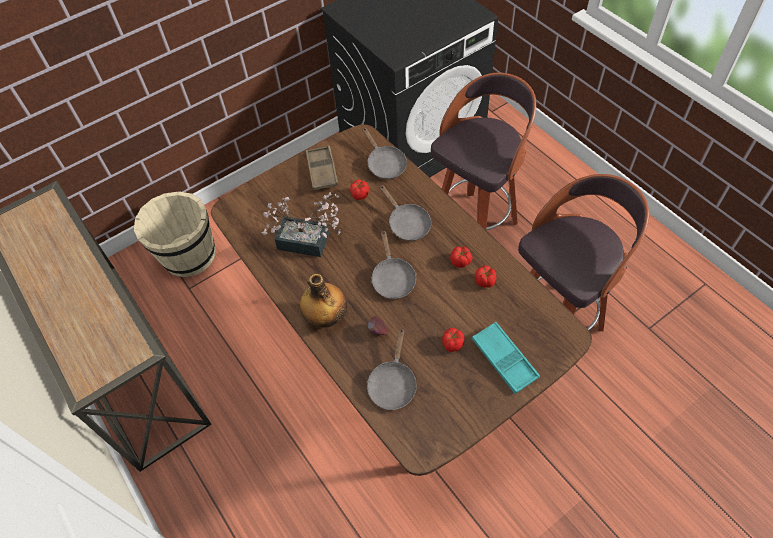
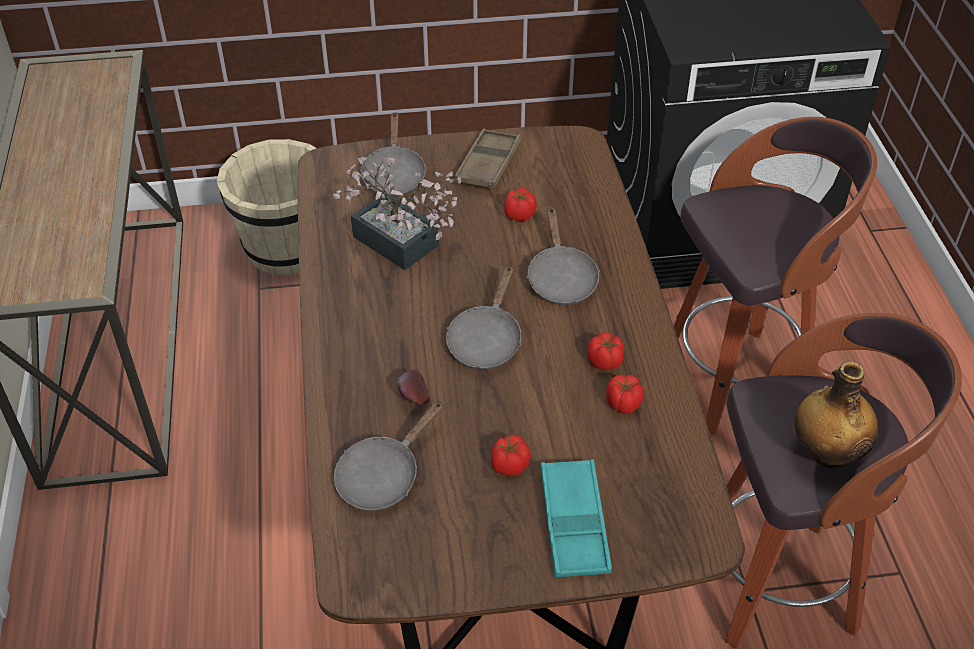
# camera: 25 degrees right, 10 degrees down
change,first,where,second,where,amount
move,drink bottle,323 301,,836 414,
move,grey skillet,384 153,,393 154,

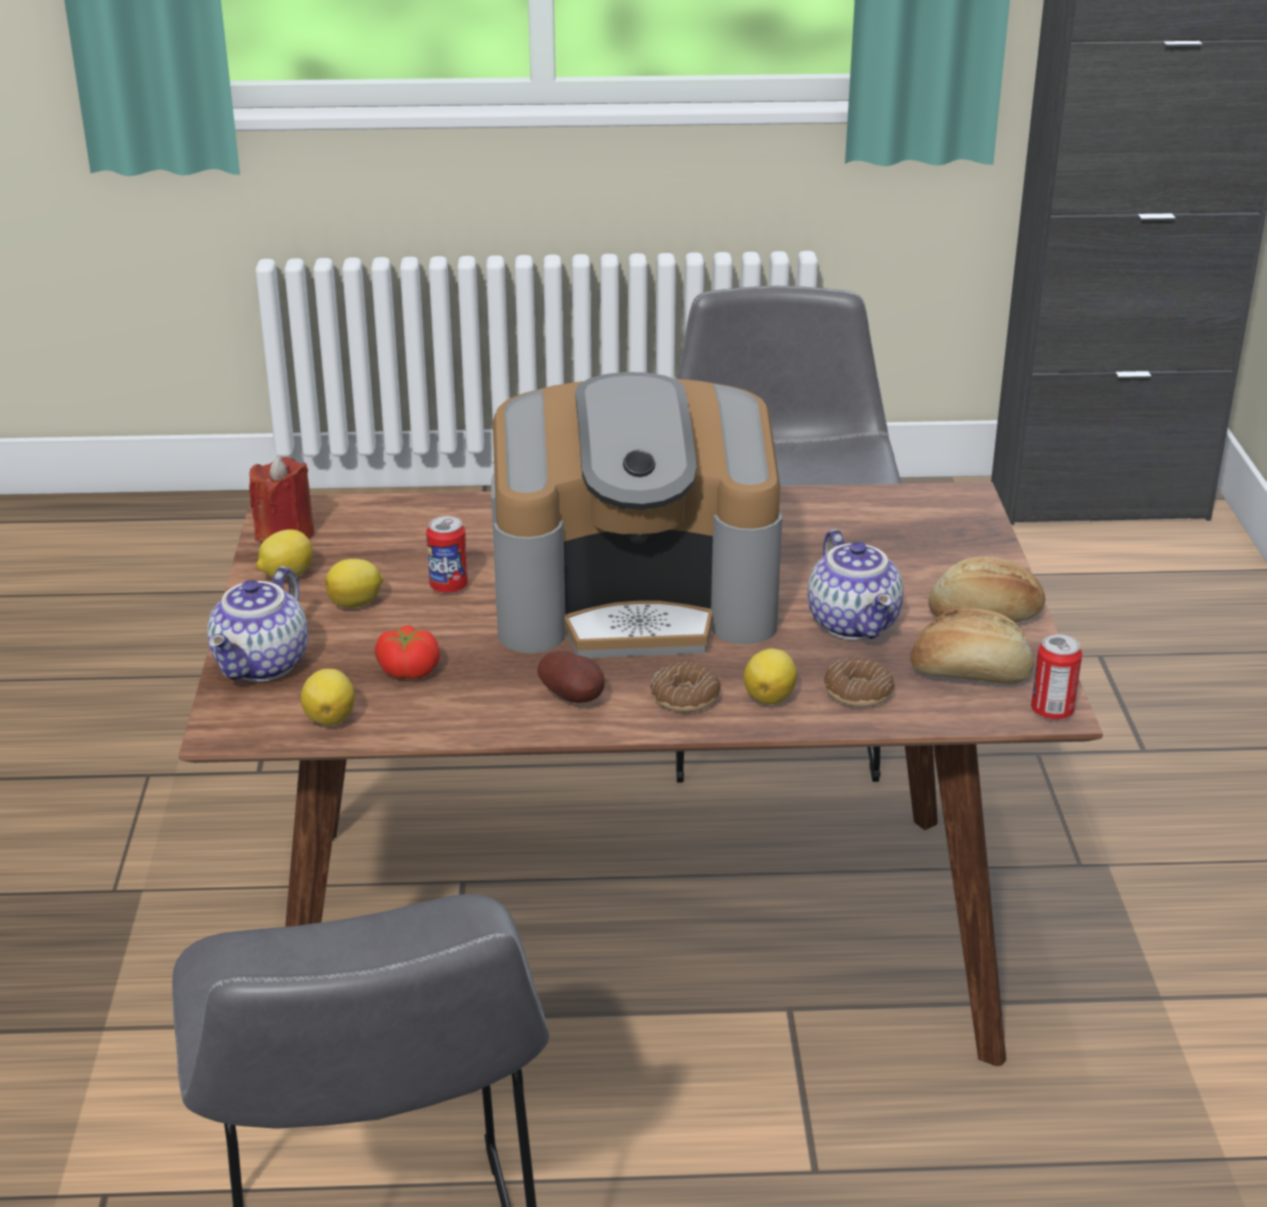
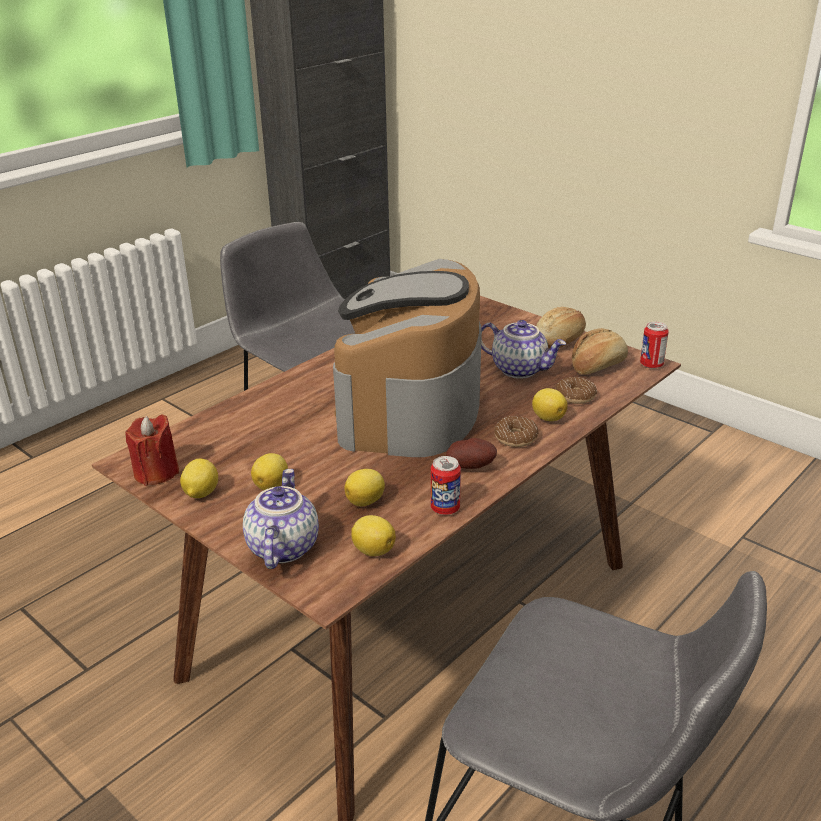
# camera: 45 degrees left, 0 degrees up
change,first,where,second,where,amount
rotate,teapot,257 624,,281 519,150 degrees counterclockwise
replace,fresh tomato,407 652,lemon,364 487,
move,can,447 555,,446 485,
rotate,coffee maker,637 515,,407 358,150 degrees clockwise

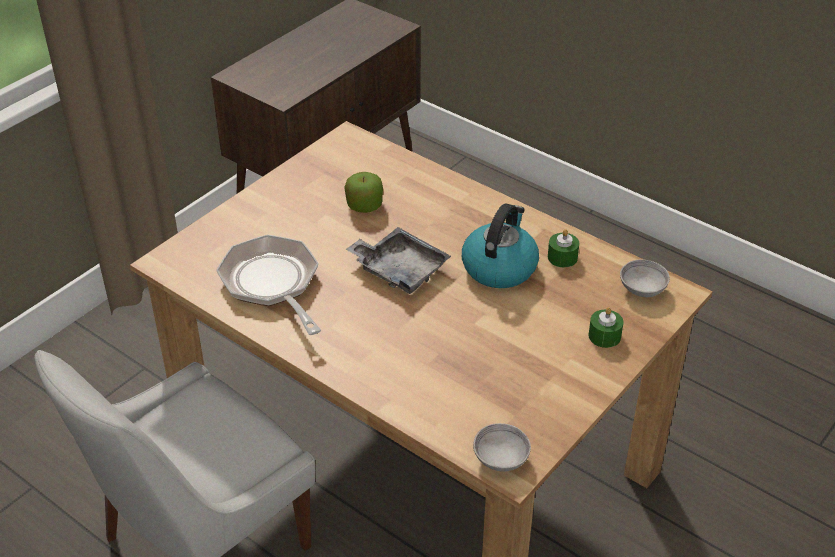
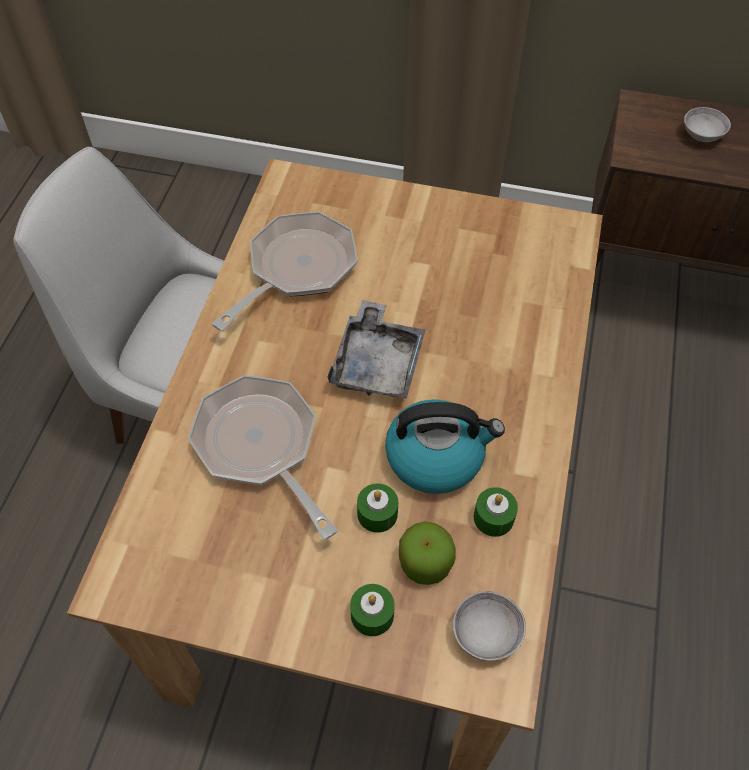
# camera: 65 degrees right, 15 degrees up
change,first,where,second,where,amount
move,whole apple,363 192,,427 553,
move,grey deep dish,502 447,,707 124,
insert,,,skillet,263 457,
insert,,,green candle,377 508,

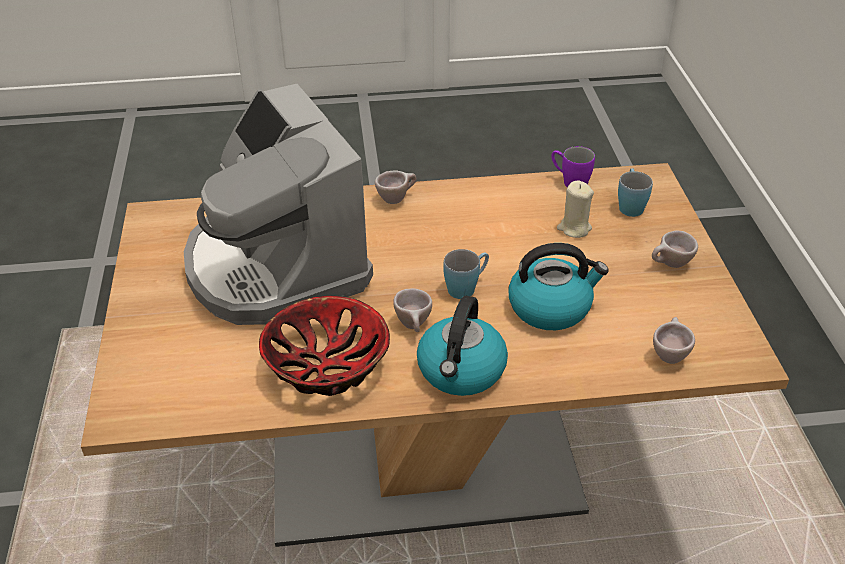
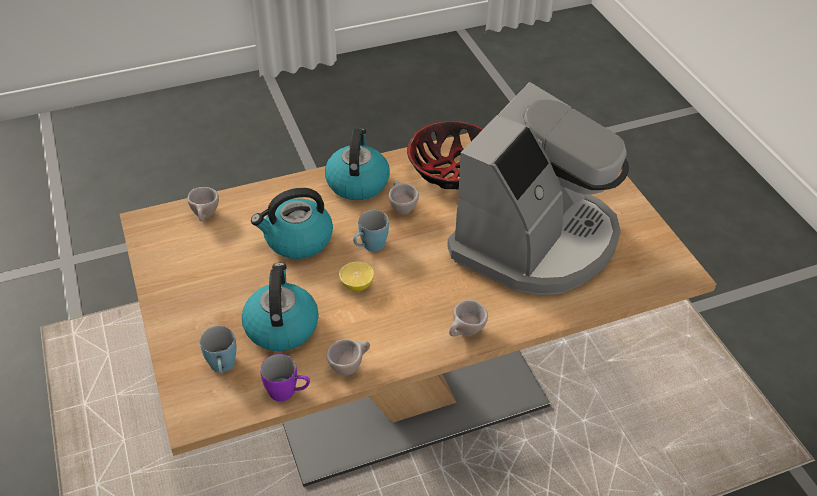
# camera: 165 degrees right, 5 degrees up
change,first,where,second,where,amount
rotate,coffee maker,278 204,,538 188,75 degrees clockwise
replace,sand-coloured candle,575 209,tea kettle,280 307,
move,sand-coloured drinking cup,675 249,,348 357,
insert,,,lemon,356 276,

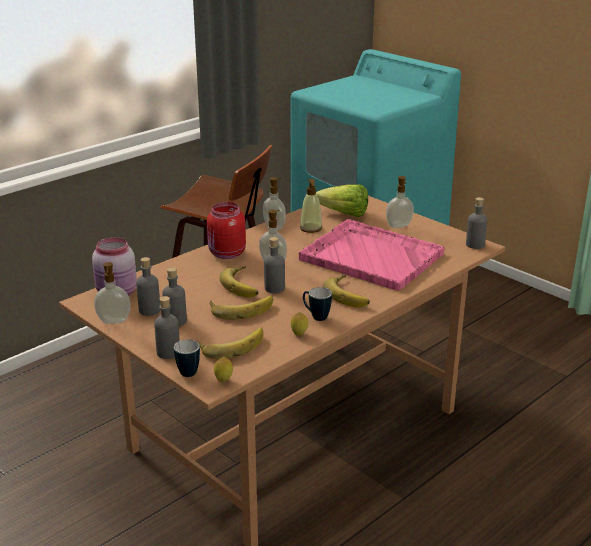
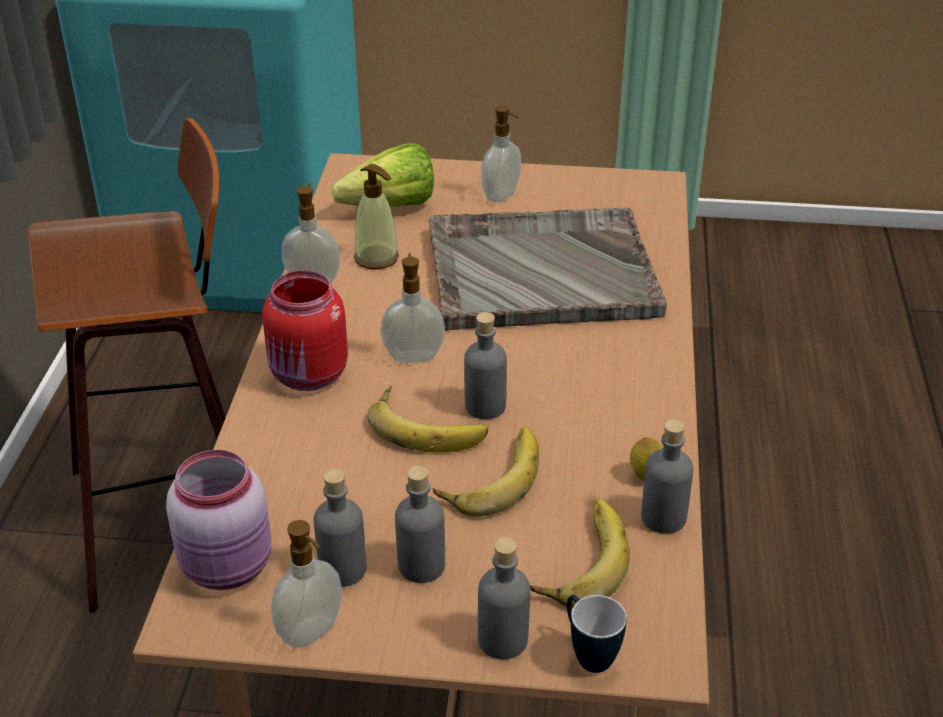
# camera: 40 degrees left, 10 degrees up
change,first,where,second,where,amount
delete,lemon,223 369,,,
recolor,pinkish serving tray,371 255,grey serving tray,548 269,
delete,mug,317 304,,,
delete,whole banana,346 291,,,
move,grey drink bottle,476 223,,667 476,

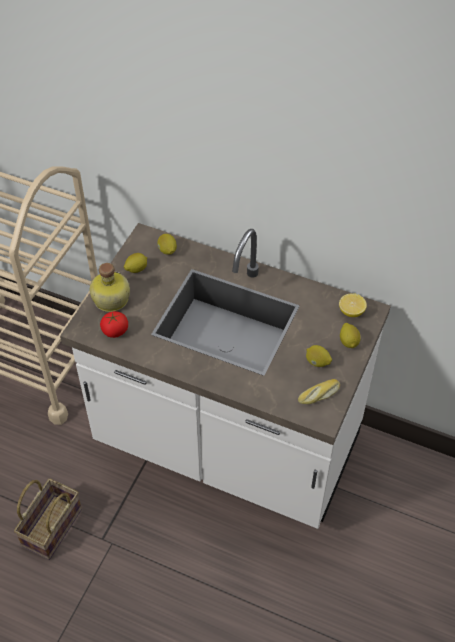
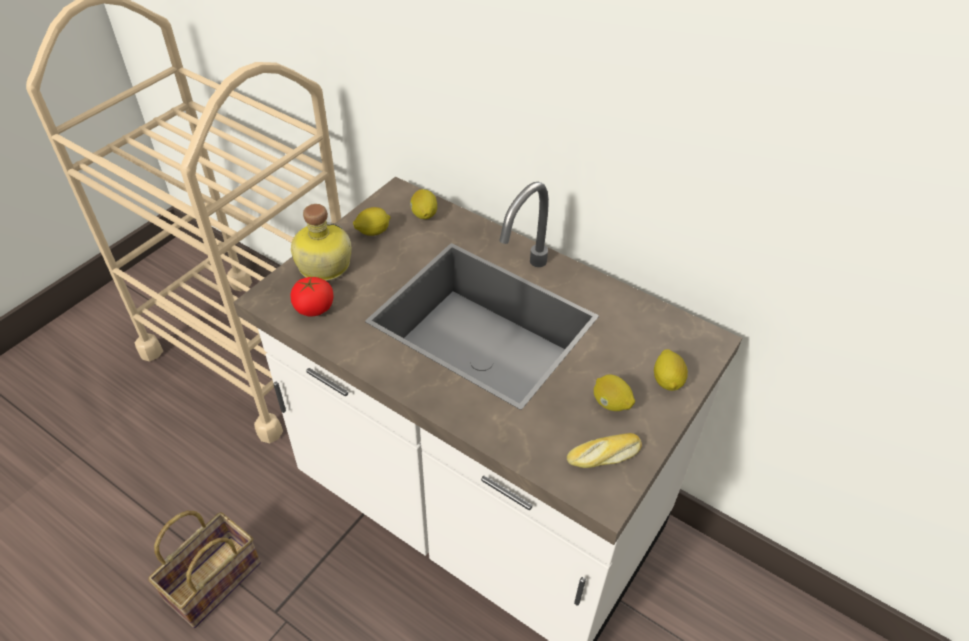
# camera: 10 degrees right, 5 degrees down
change,first,where,second,where,amount
delete,lemon,353 305,,,

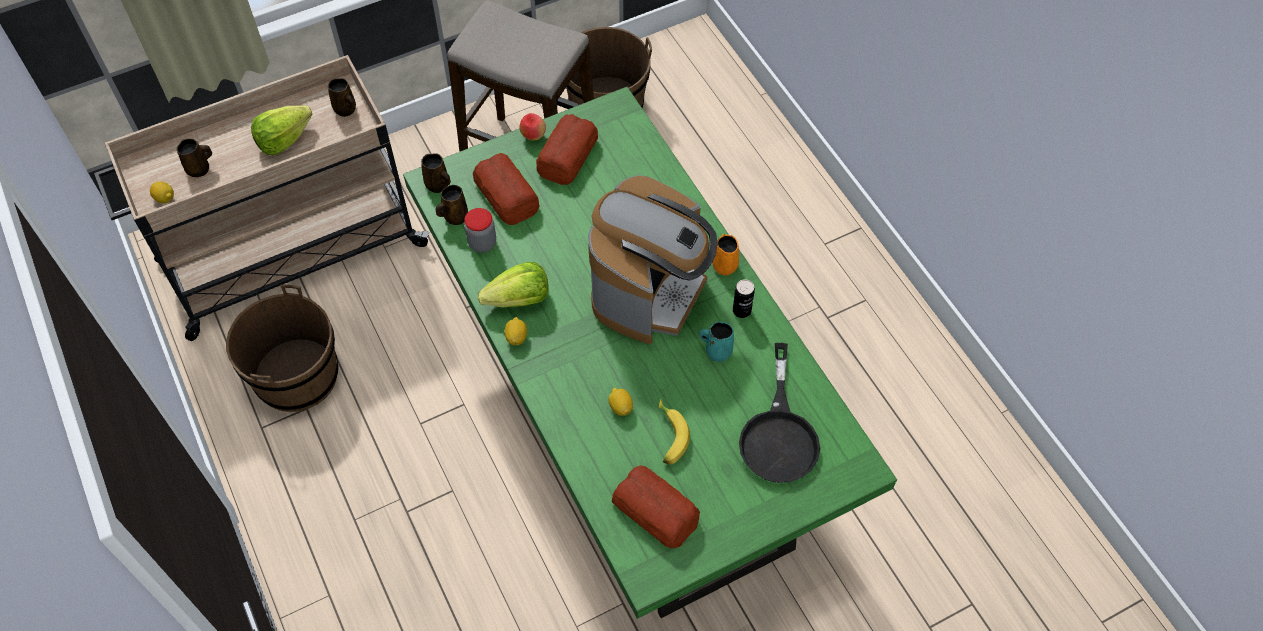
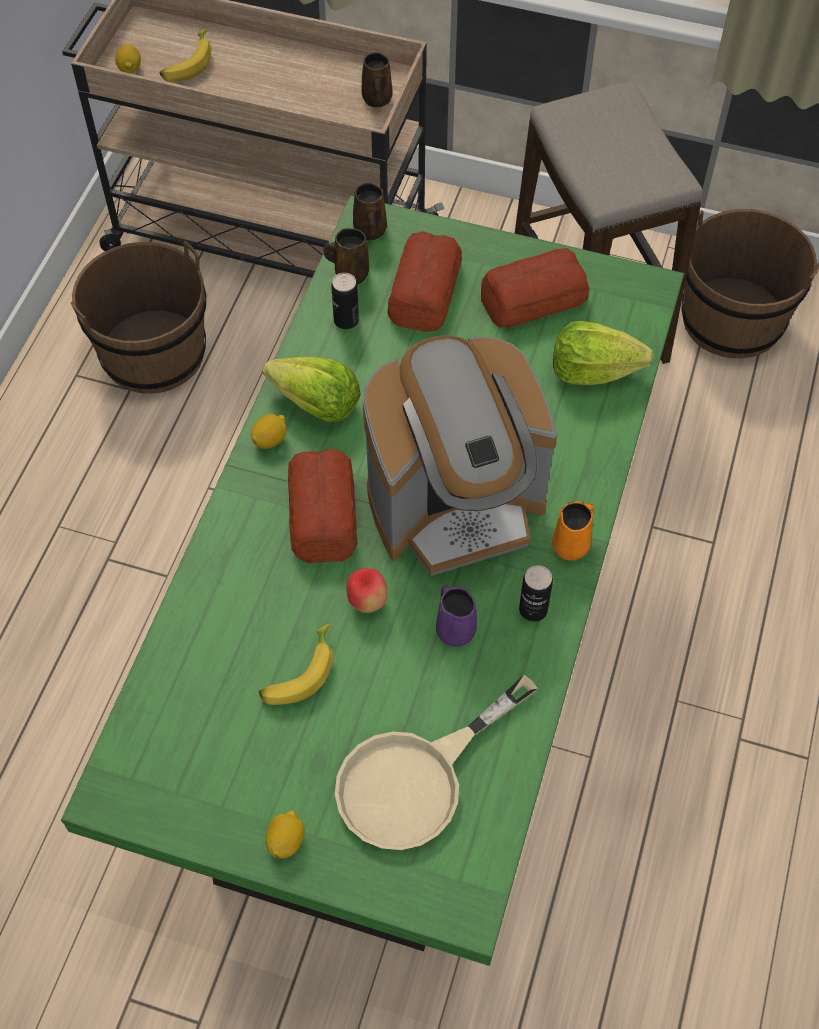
# camera: 45 degrees right, 0 degrees up
change,first,where,second,where,amount
replace,brown mug,194 157,whole banana,186 55,
move,head of lettuce,282 130,,603 353,
replace,storage jar,480 230,can,345 301,
move,whole apple,533 126,,367 590,
move,lemon,621 402,,285 834,
move,baked bread,656 506,,322 506,
recolor,turquoise-coloured mug,716 341,purplish mug,456 616,
recolor,black skillet,779 413,sand-coloured skillet,436 762,

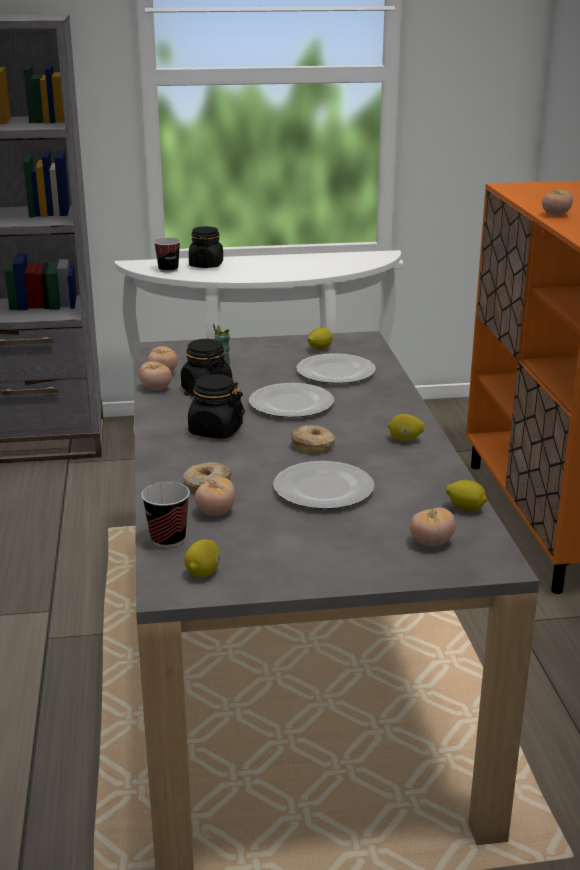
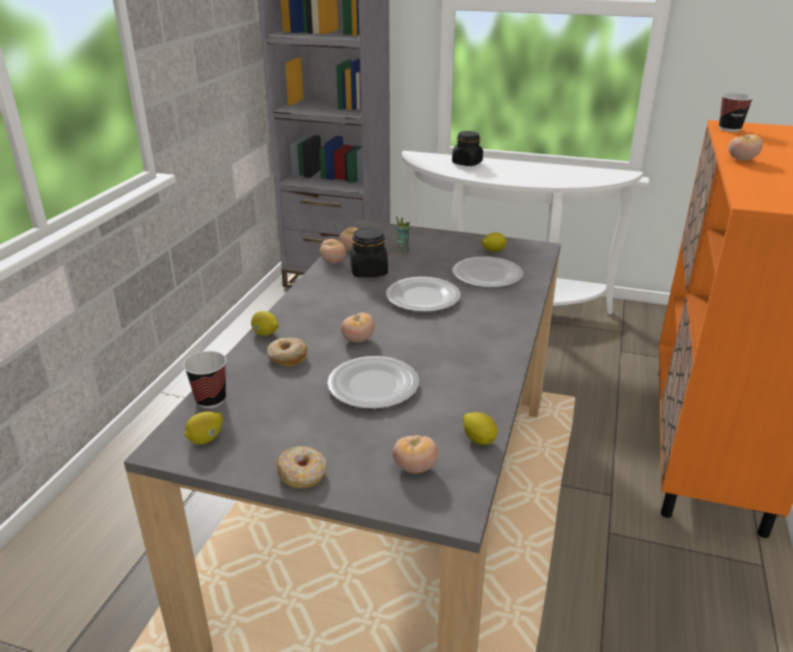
# camera: 25 degrees right, 5 degrees up
change,first,where,second,where,amount
move,drinking cup,167 255,,736 112,
delete,black storage jar,214 406,,,
move,fresh tomato,215 496,,358 327,
move,donut,313 439,,301 467,
move,lemon,406 427,,264 323,

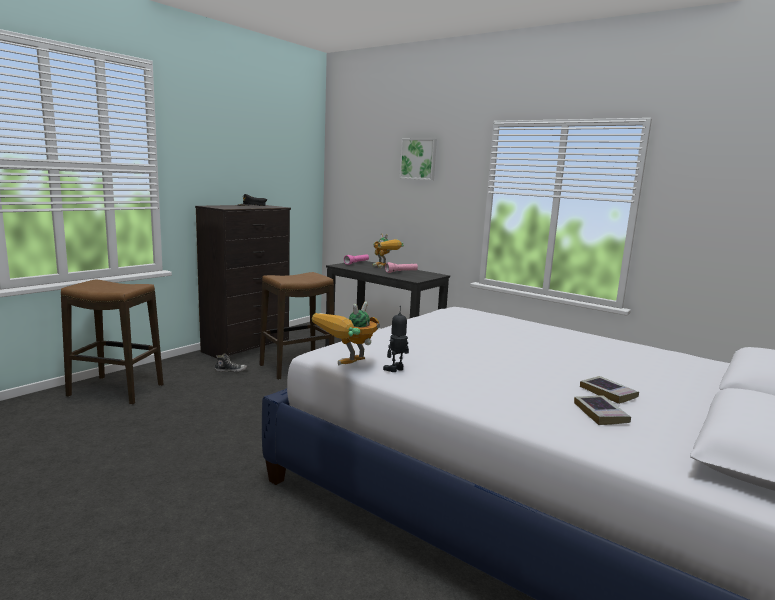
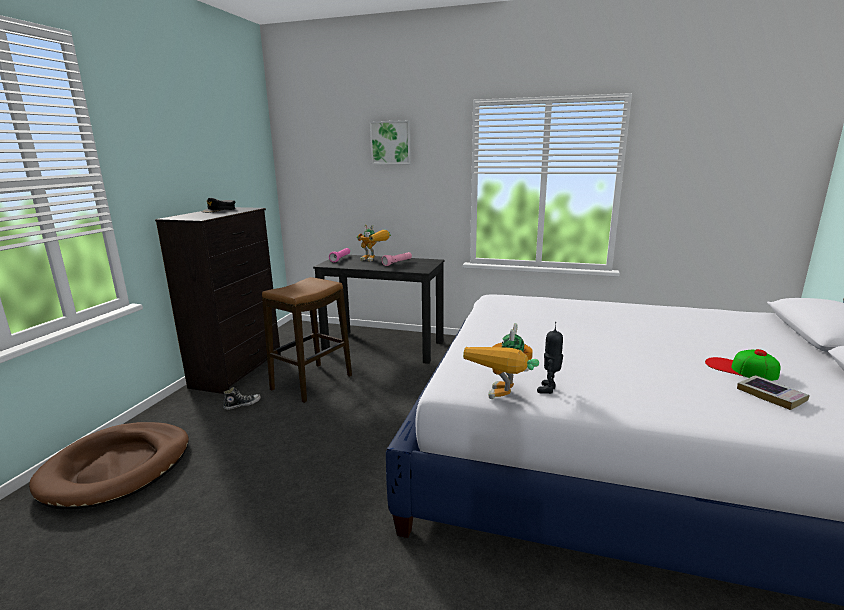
# camera: 20 degrees left, 5 degrees up
change,first,where,second,where,amount
replace,sitting stool,112 342,brown dog bed,109 465,
replace,book,609 390,cap,742 365,

